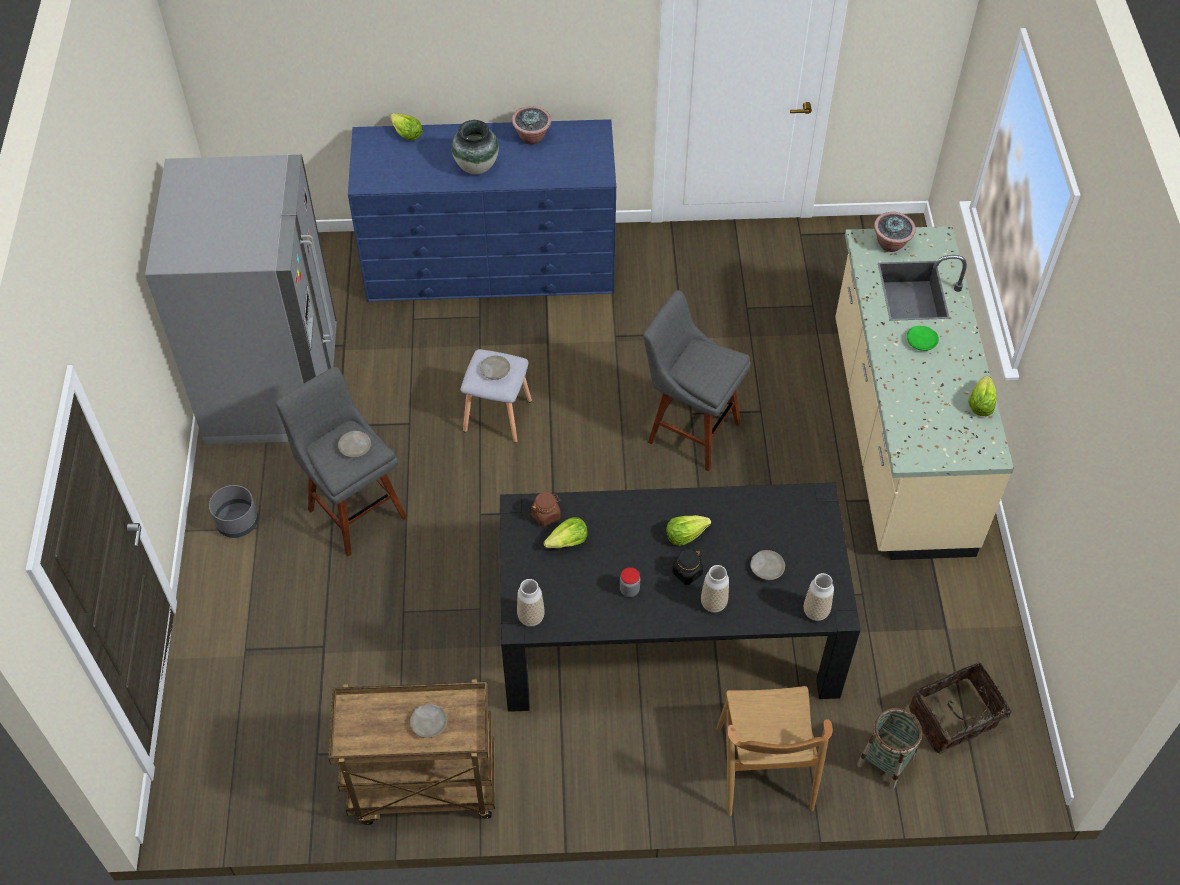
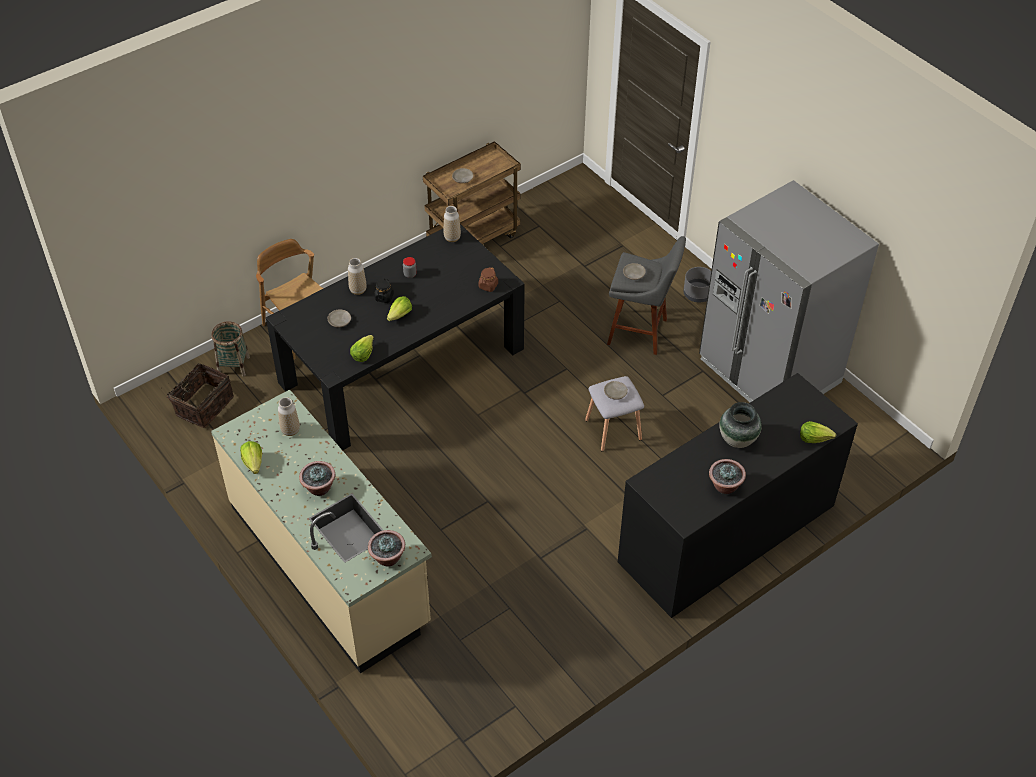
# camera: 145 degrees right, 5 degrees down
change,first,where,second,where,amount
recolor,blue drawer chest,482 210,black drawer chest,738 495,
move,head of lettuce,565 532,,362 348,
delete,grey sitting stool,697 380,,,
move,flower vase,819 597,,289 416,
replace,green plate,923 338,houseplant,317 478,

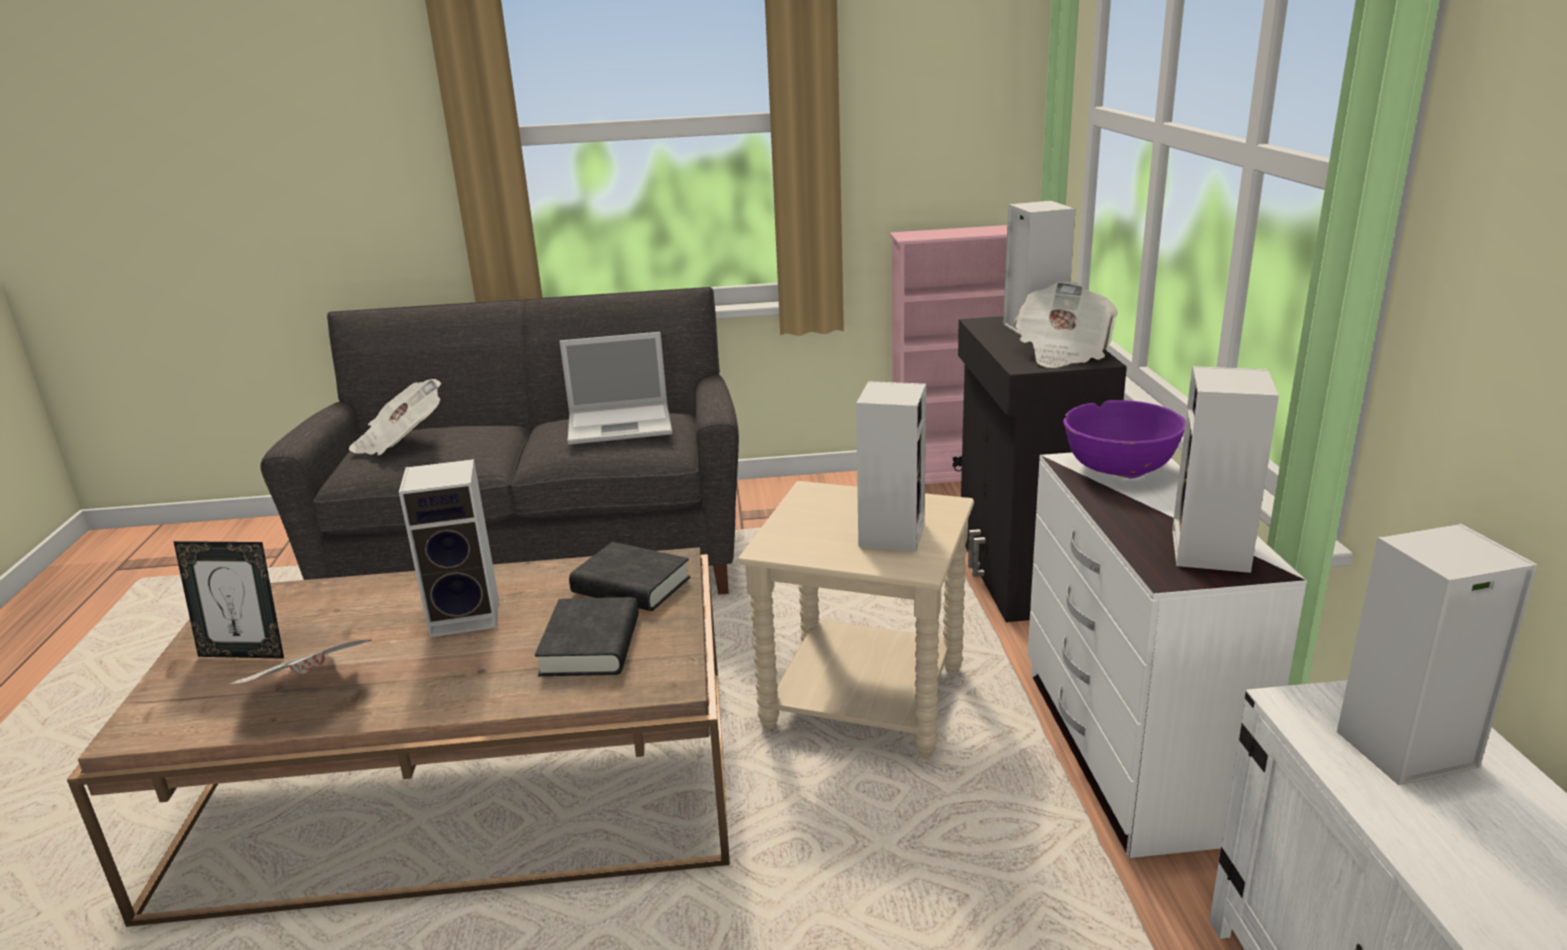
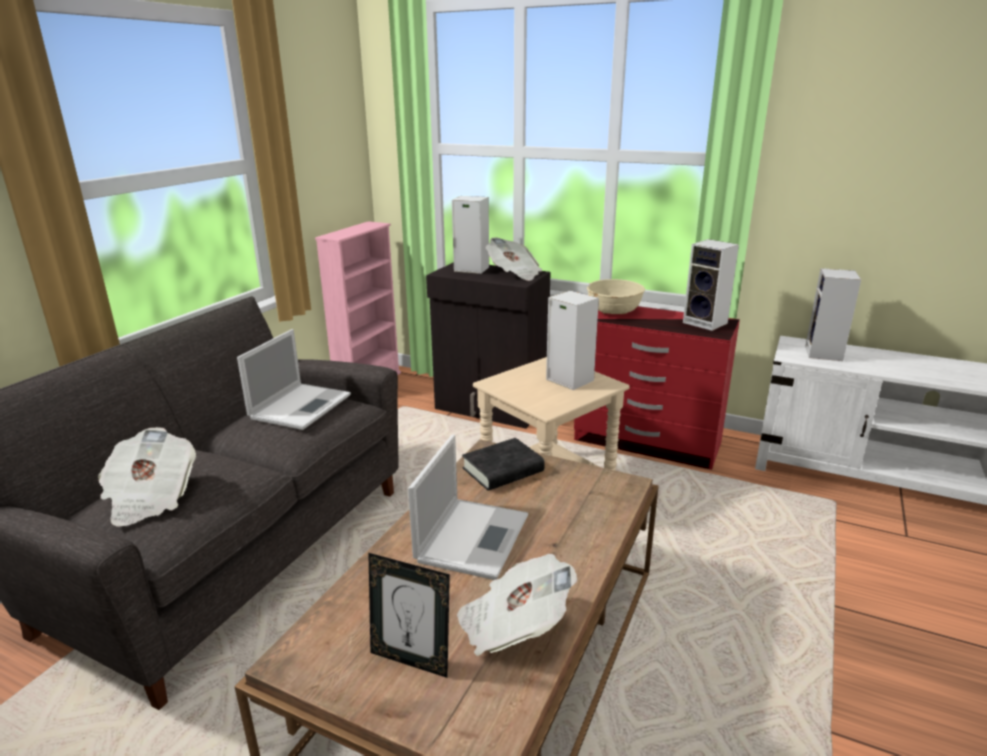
# camera: 60 degrees left, 0 degrees up
change,first,where,second,where,amount
rotate,picture frame,228 600,,409 615,75 degrees clockwise
replace,audio speaker,449 548,laptop,468 507,
delete,black book,587 636,,,
recolor,white-coloured drawer chest,1167 655,red drawer chest,657 388,
recolor,purplish deep dish,1124 439,sand-coloured deep dish,616 296,

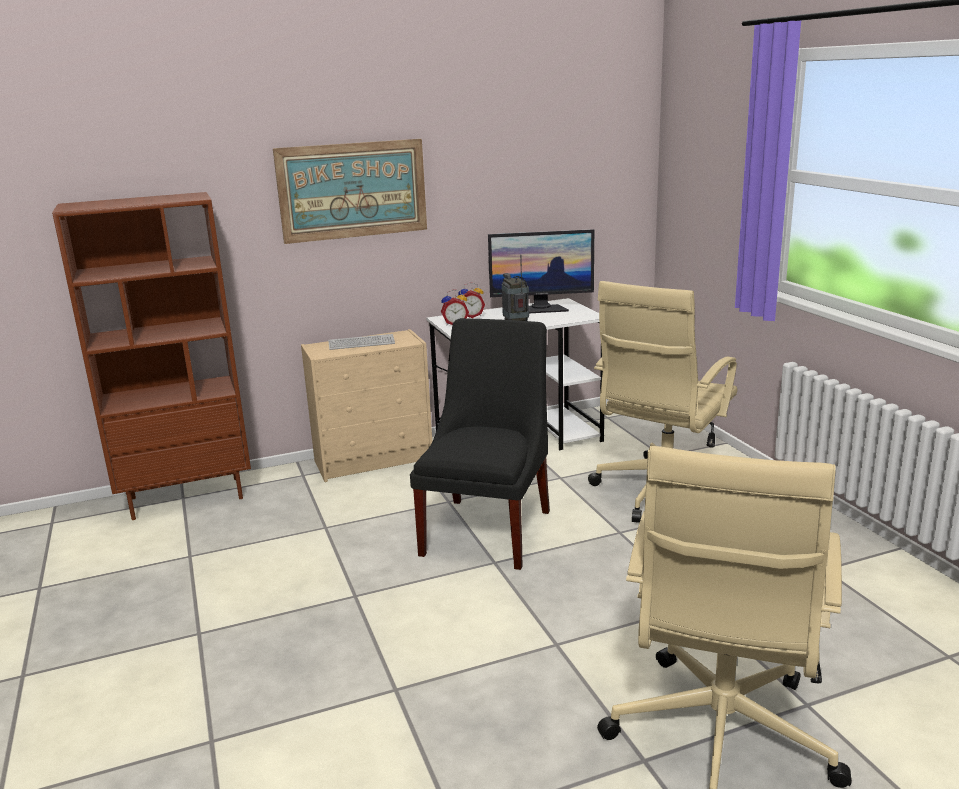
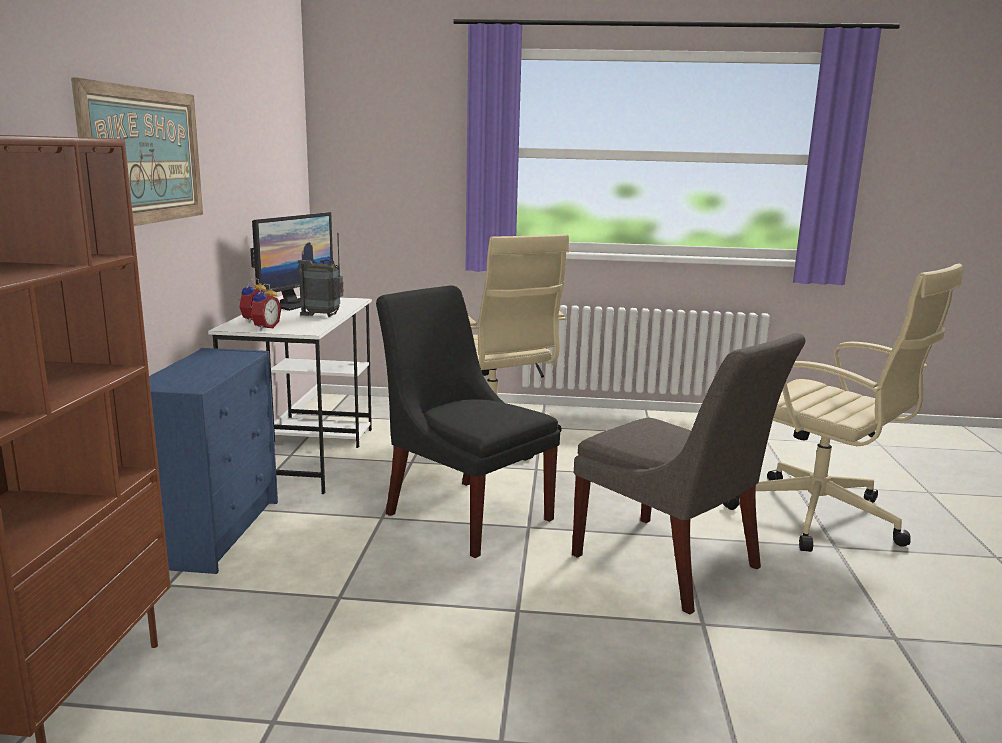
# camera: 65 degrees left, 5 degrees down
change,first,where,second,where,amount
recolor,sand-coloured drawer chest,366 405,blue drawer chest,213 461,
delete,PC keyboard,361 342,,,
insert,,,grey chair,688 473,

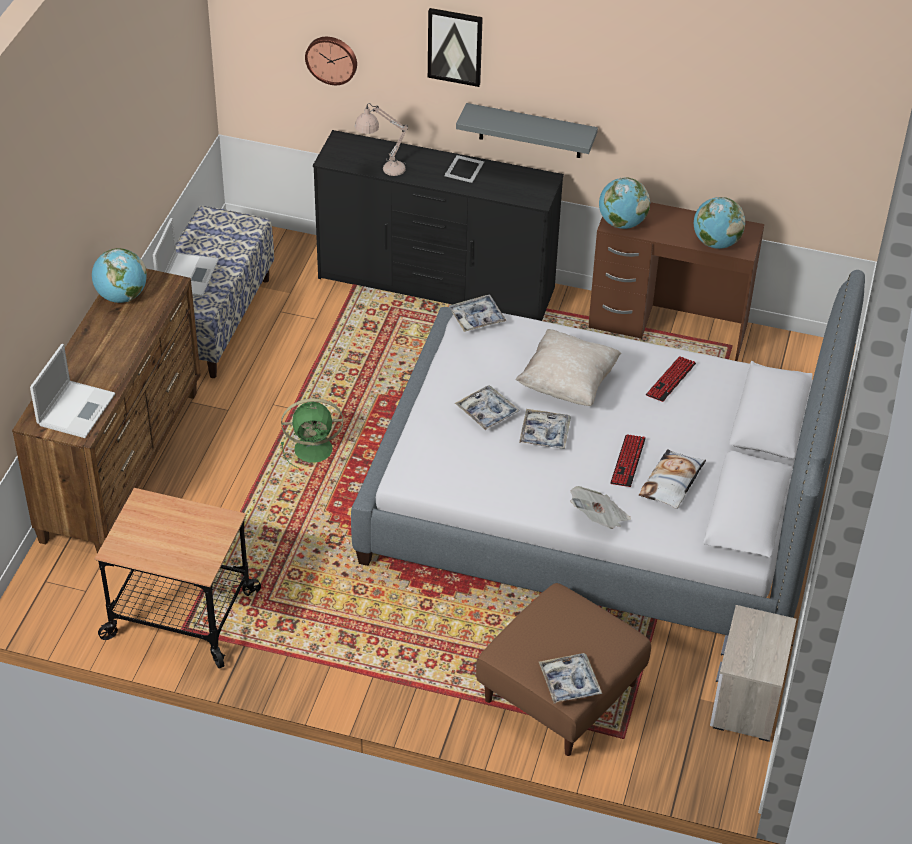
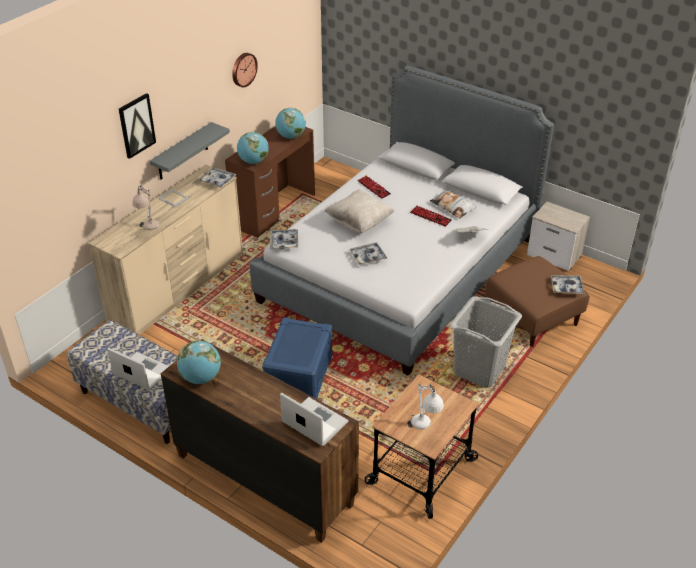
# camera: 70 degrees left, 5 degrees down
change,first,where,second,where,amount
replace,green cooling fan,312 433,blue storage box,297 358,
move,wall clock,331 61,,245 70,
recolor,black drawer chest,438 225,sand-coloured drawer chest,165 250,
move,serving tray,545 429,,217 178,
insert,,,white-coloured tabletop lamp,425 406,
insert,,,grey washing basket,486 342,

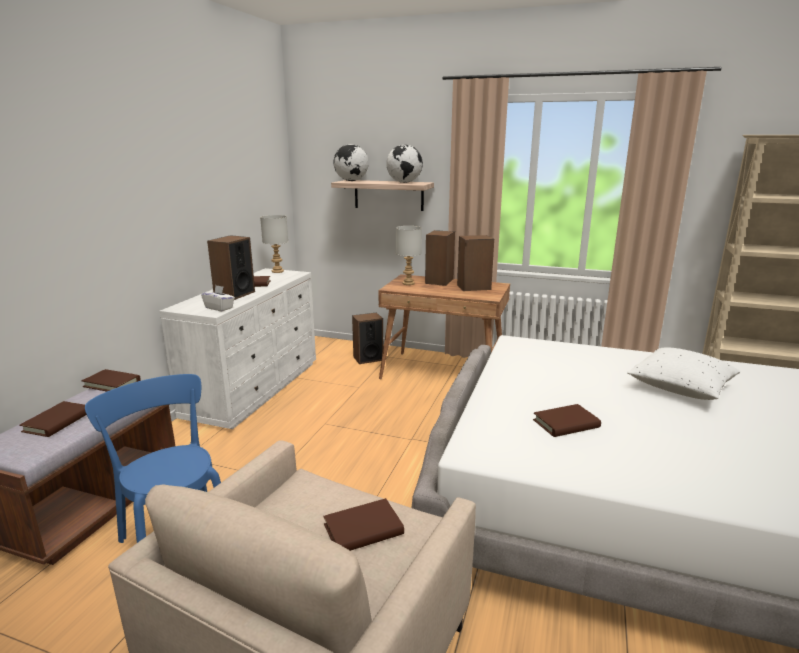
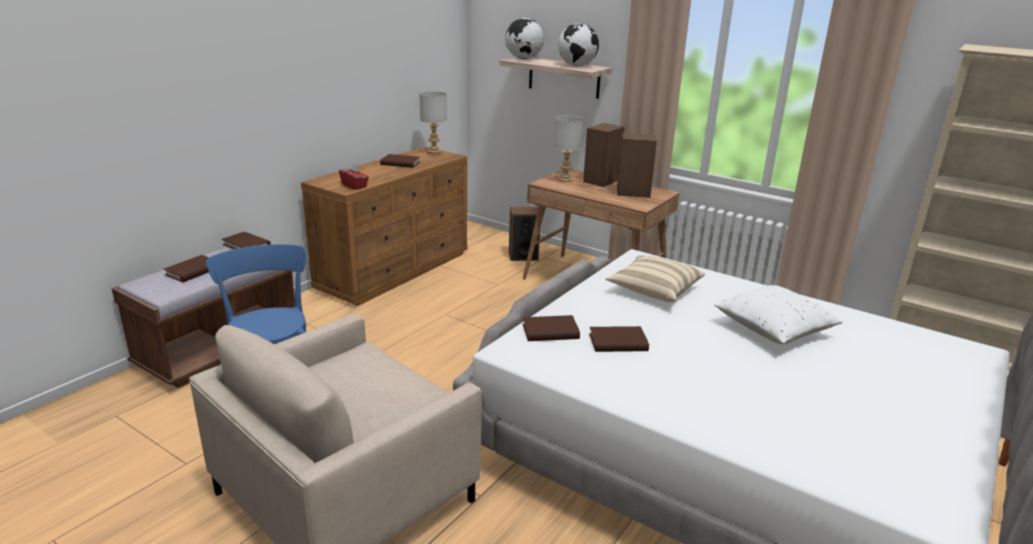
# camera: 15 degrees right, 5 degrees up
change,first,where,second,where,amount
recolor,white-coloured drawer chest,237 348,brown drawer chest,384 226,
recolor,white-coloured tissue holder,218 298,red tissue holder,354 176,
delete,audio speaker,231 267,,,
move,brown book,364 524,,551 328,
insert,,,sand-coloured pillow,655 278,

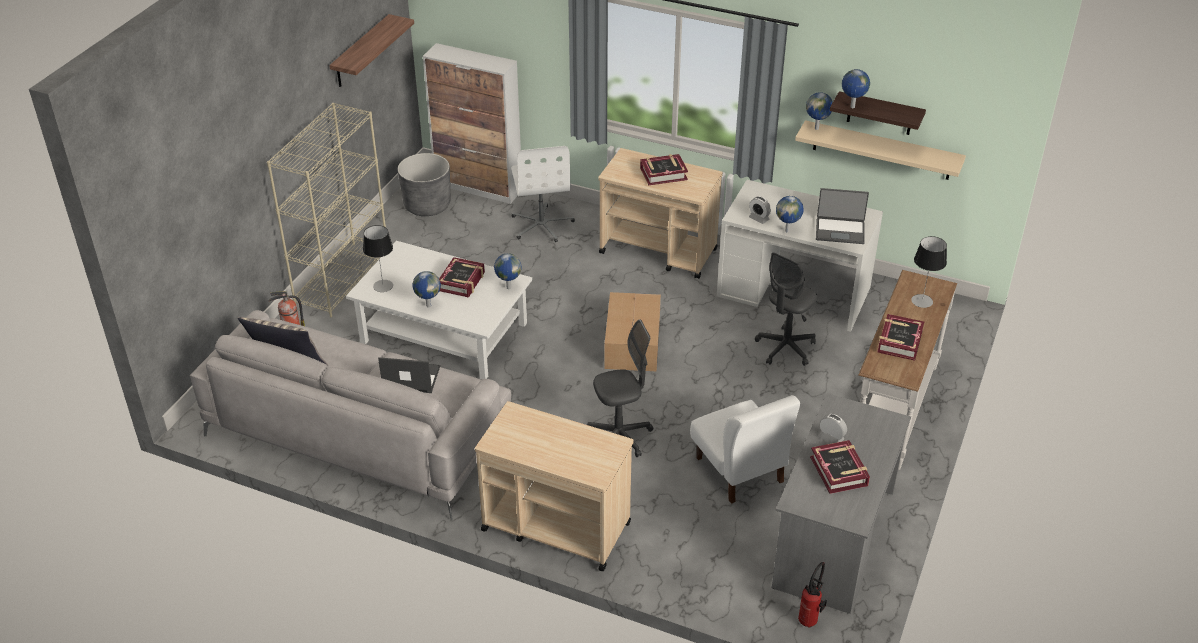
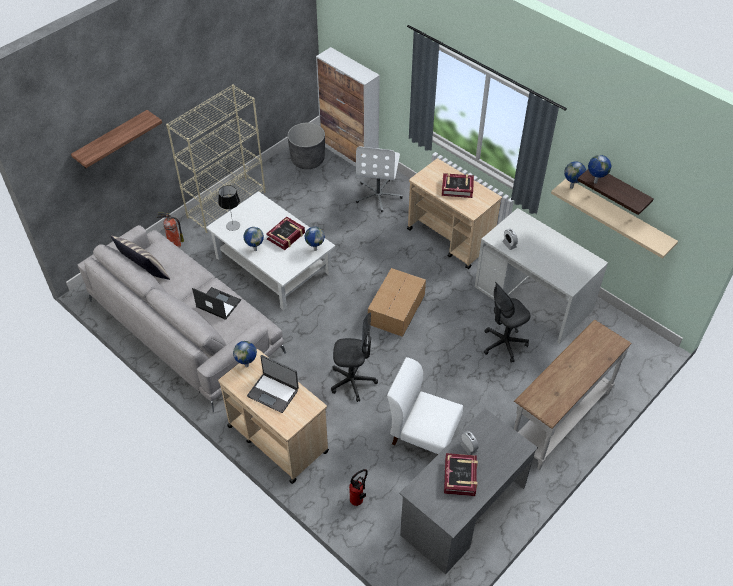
# camera: 20 degrees right, 10 degrees up
change,first,where,second,where,amount
move,wall shelf,371 50,,116 139,
rotate,white-coloured chair,745 449,,425 406,120 degrees clockwise
move,desk globe,790 214,,245 354,
move,extinguisher,812 595,,358 487,
move,laptop,842 216,,273 384,
delete,book,901 337,,,
delete,tabletop lamp,929 272,,,

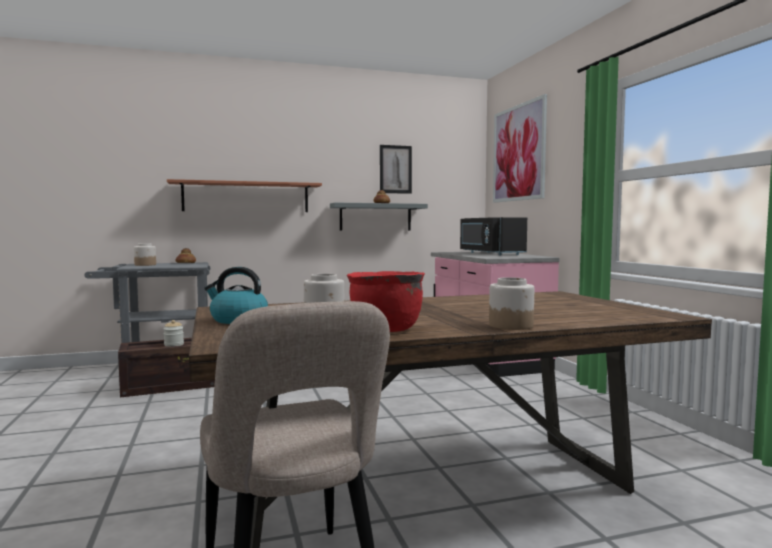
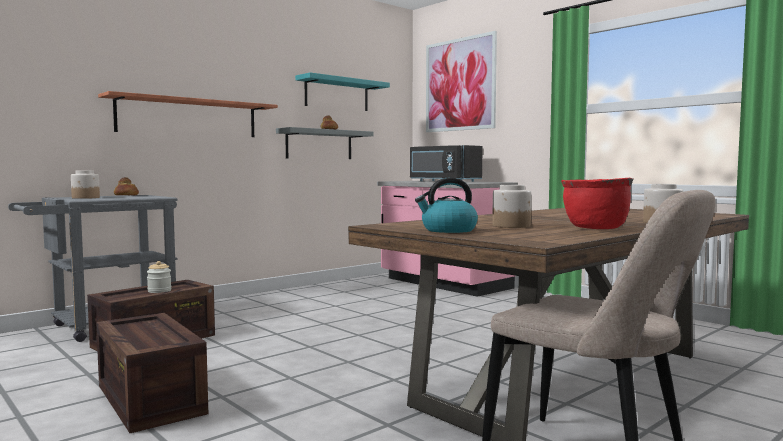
# camera: 25 degrees left, 0 degrees up
change,first,where,second,where,amount
replace,wall picture,396 169,turquoise-coloured wall shelf,342 91,
insert,,,crate,152 373,

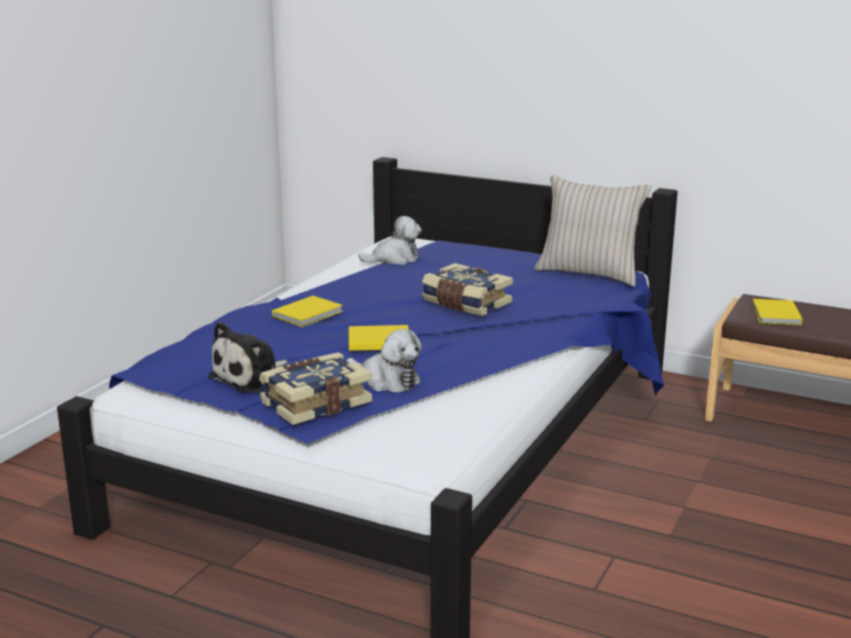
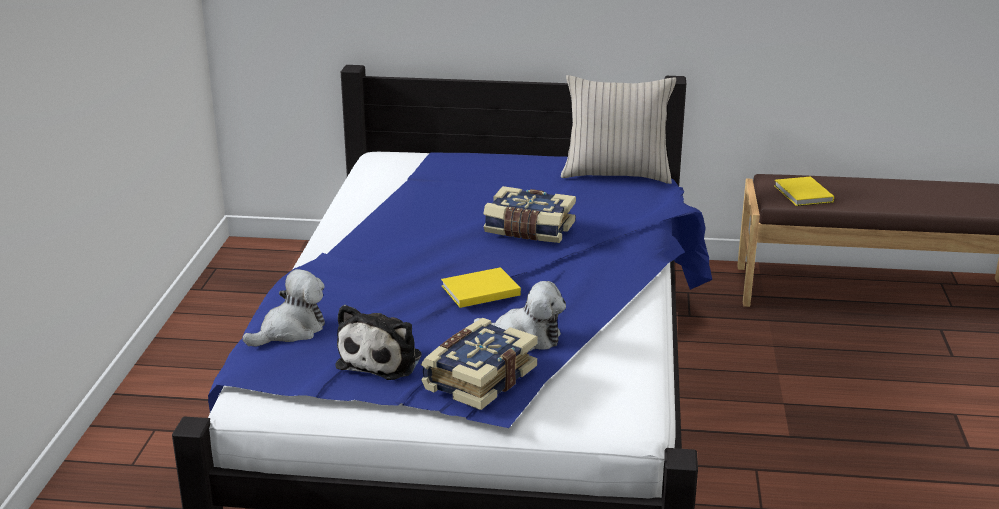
# camera: 20 degrees left, 5 degrees up
change,first,where,second,where,amount
delete,yellow book,307 311,,,
move,soft toy,390 240,,284 308,

